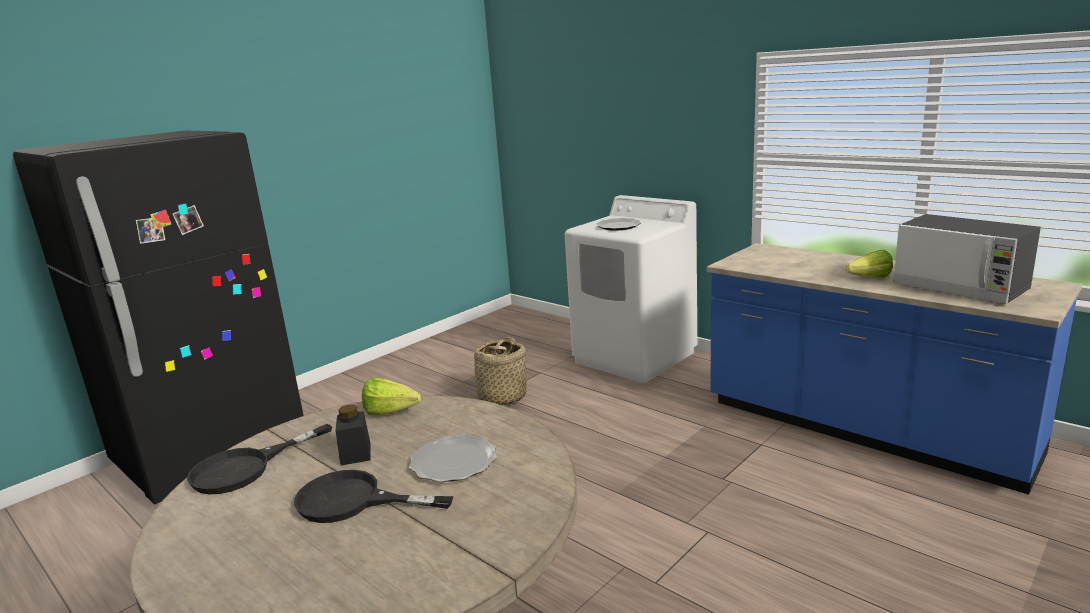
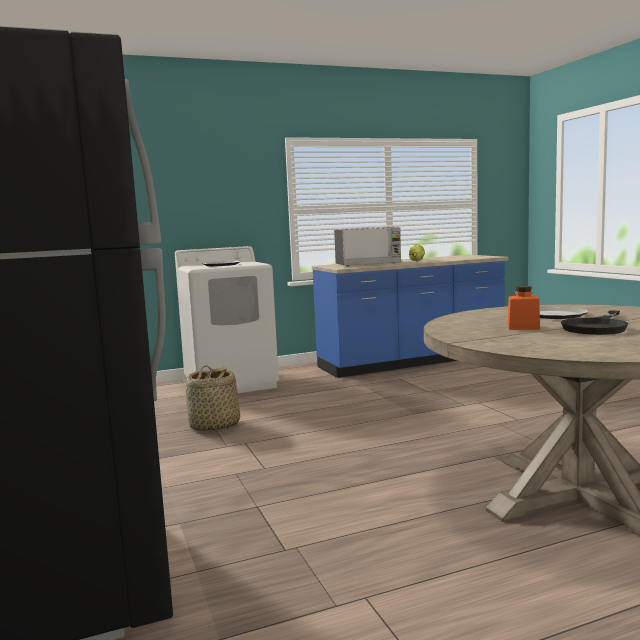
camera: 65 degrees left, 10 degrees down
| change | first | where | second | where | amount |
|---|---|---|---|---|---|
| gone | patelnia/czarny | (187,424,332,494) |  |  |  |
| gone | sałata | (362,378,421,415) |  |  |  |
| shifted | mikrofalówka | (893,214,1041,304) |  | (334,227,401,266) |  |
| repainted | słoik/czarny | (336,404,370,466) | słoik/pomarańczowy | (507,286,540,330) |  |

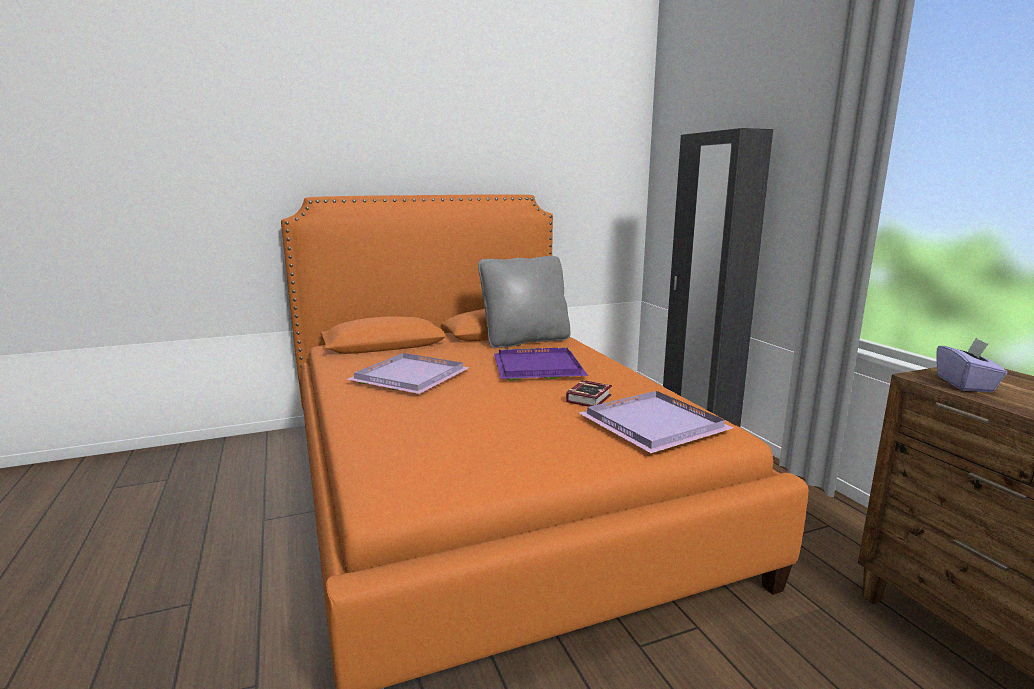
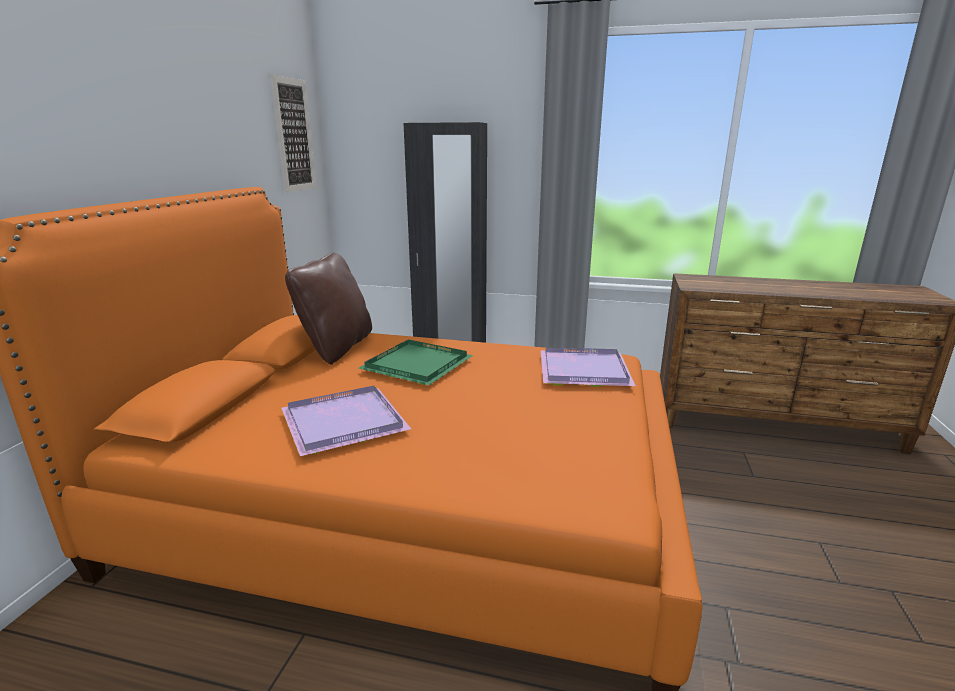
camera: 55 degrees left, 5 degrees up
| change | first | where | second | where | amount |
|---|---|---|---|---|---|
| gone | książka | (566,380,612,407) |  |  |  |
| gone | pudełko chusteczek/fioletowy | (936,338,1007,392) |  |  |  |
| new |  |  | obraz | (270,74,316,193) |  |
| repainted | poduszka/szary | (478,256,570,348) | poduszka/brązowy | (285,253,372,365) |  |
| repainted | taca/fioletowy | (494,347,588,381) | taca/zielony | (359,339,473,385) |  |

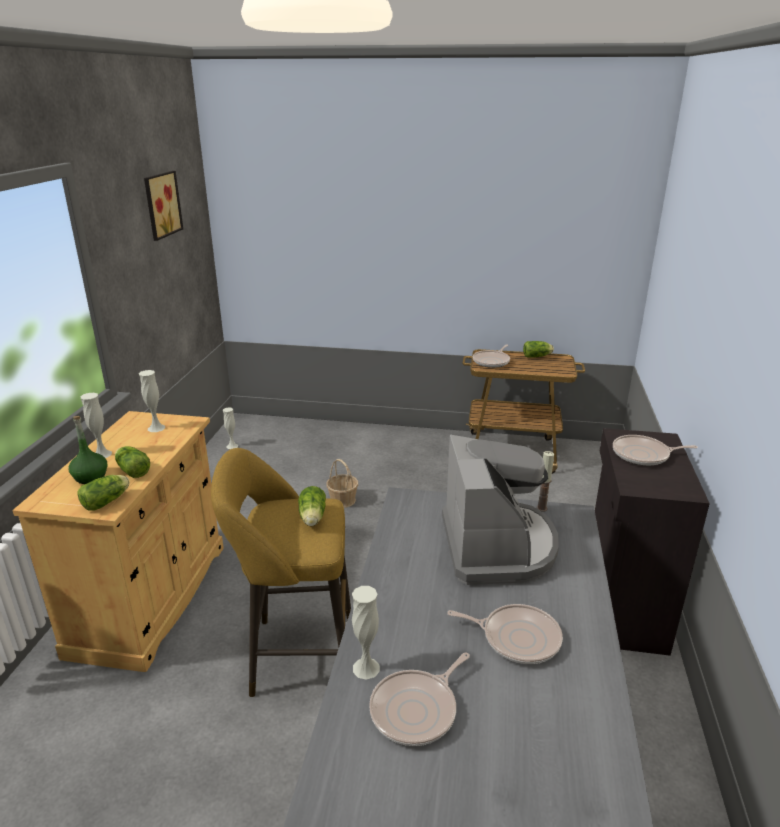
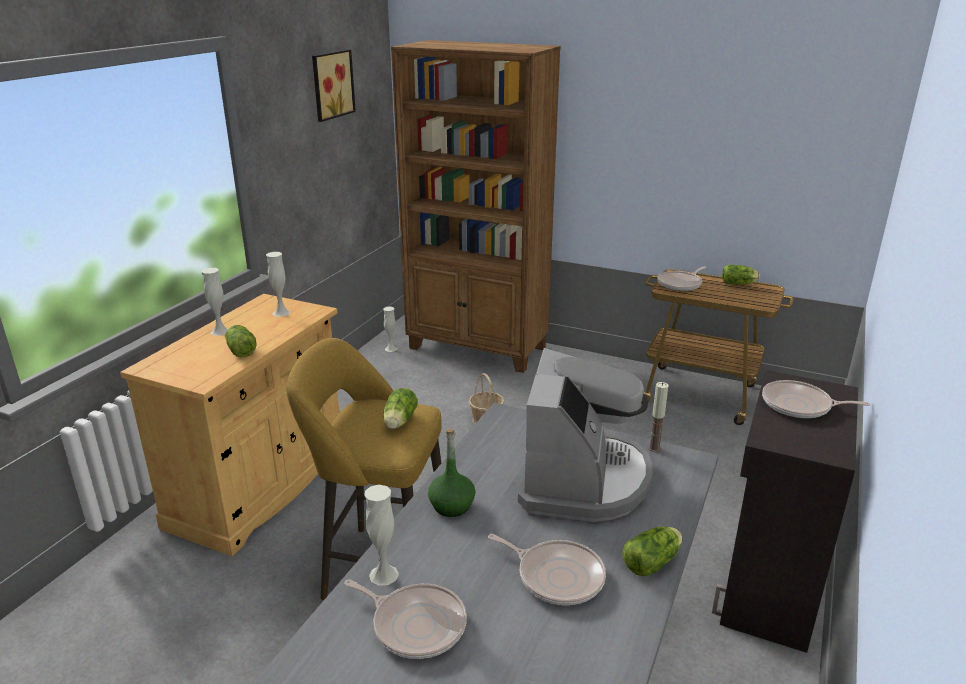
camera: 15 degrees right, 0 degrees up
| change | first | where | second | where | amount |
|---|---|---|---|---|---|
| new |  |  | regał/brązowy | (391,40,561,373) |  |
| shifted | butelka/zielony | (68,416,107,484) |  | (428,429,475,517) |  |
| shifted | sałata | (77,475,130,511) |  | (622,526,682,576) |  |
| rotated | patelnia | (369,652,470,746) |  | (344,580,467,659) | 120 degrees counterclockwise |

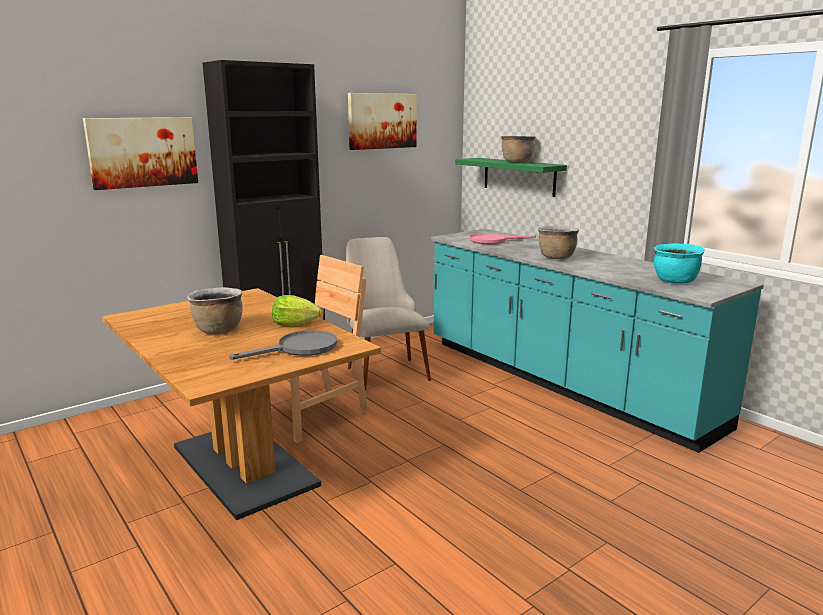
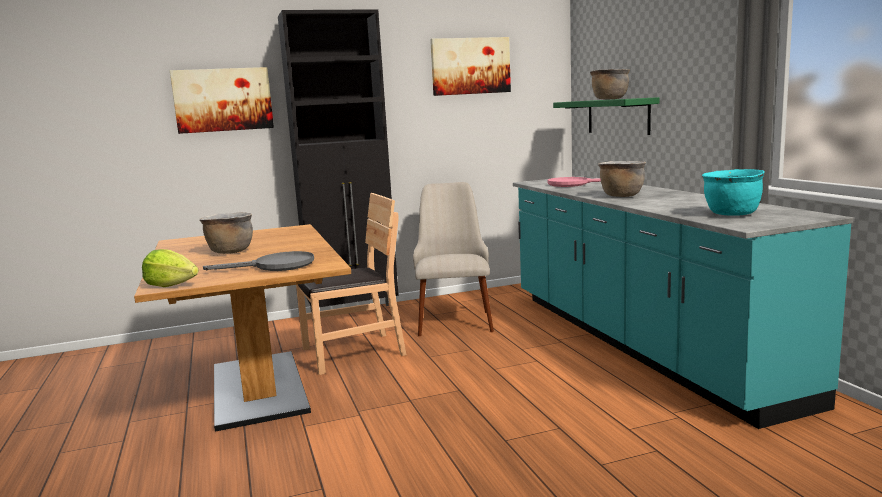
camera: 20 degrees right, 5 degrees down
| change | first | where | second | where | amount |
|---|---|---|---|---|---|
| shifted | sałata | (272,295,321,327) |  | (142,249,199,287) |  |

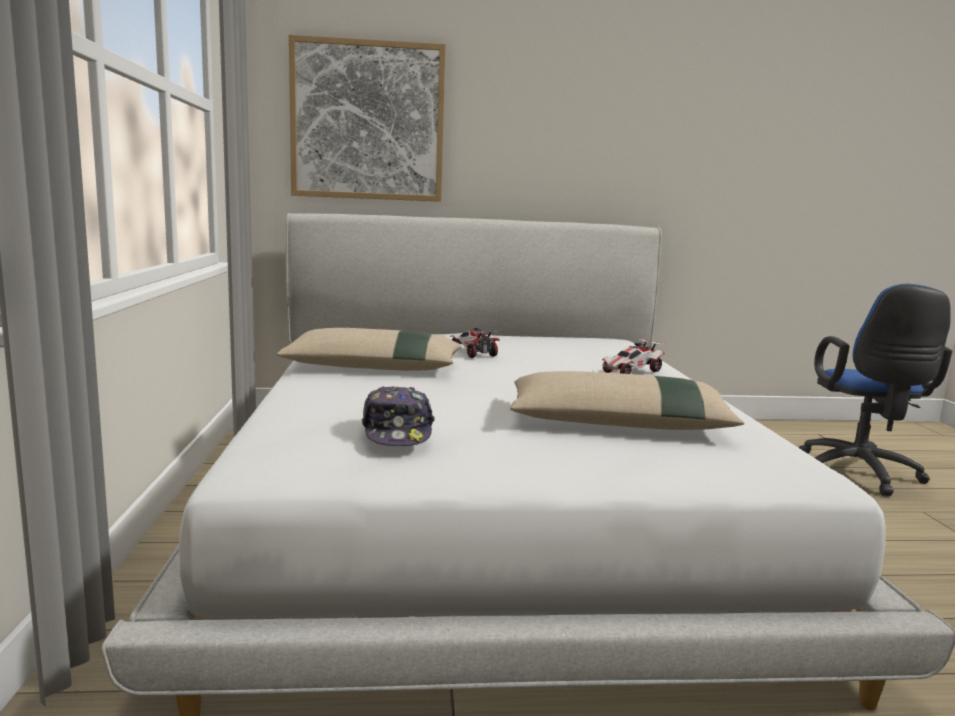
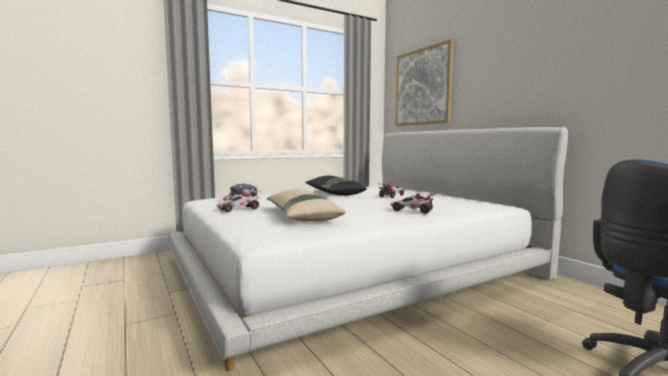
camera: 65 degrees right, 5 degrees down
| change | first | where | second | where | amount |
|---|---|---|---|---|---|
| new |  |  | samochodzik | (216,189,261,212) |  |
| repainted | poduszka/beżowy | (276,328,461,371) | poduszka/czarny | (305,176,367,195) |  |

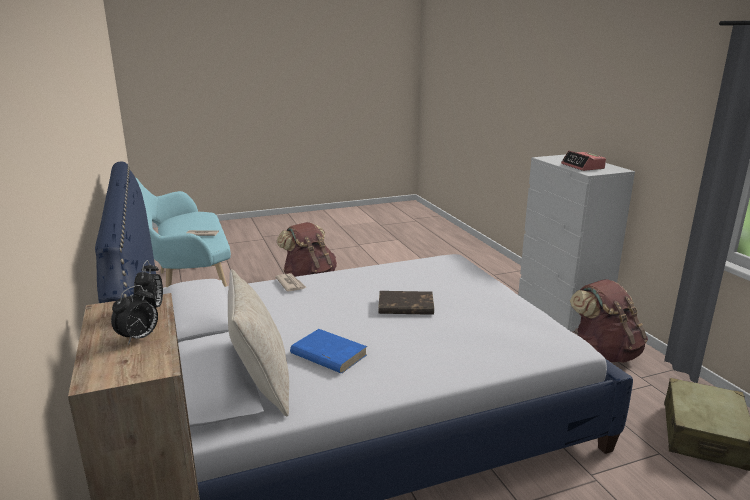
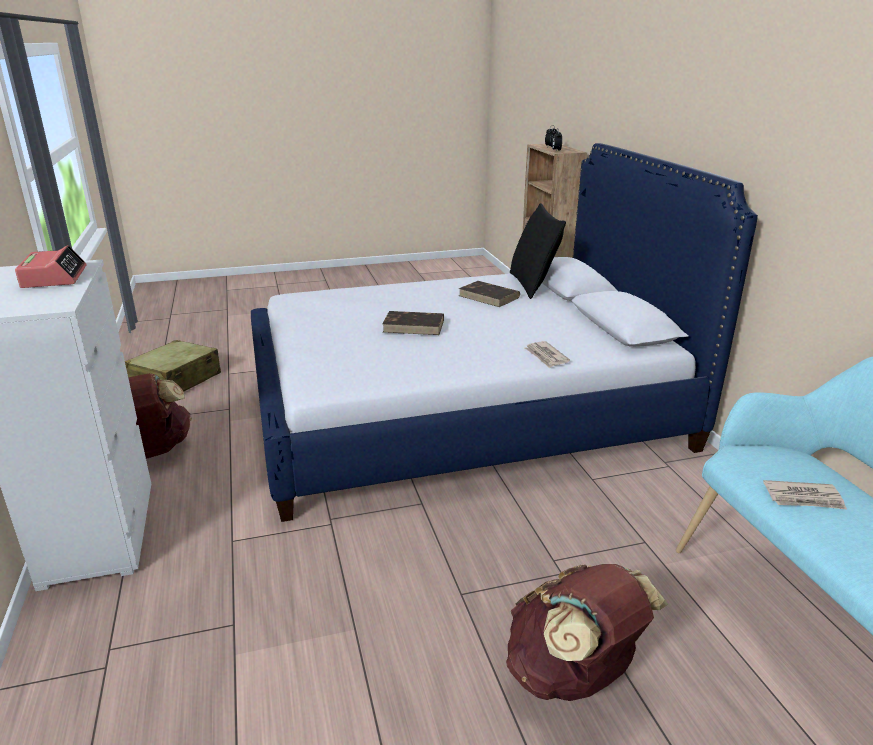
camera: 175 degrees left, 5 degrees up
| change | first | where | second | where | amount |
|---|---|---|---|---|---|
| repainted | poduszka/beżowy | (228,269,289,416) | poduszka/czarny | (510,203,566,299) |  |
| repainted | książka/niebieski | (290,329,367,373) | książka/brązowy | (459,281,520,307) |  |

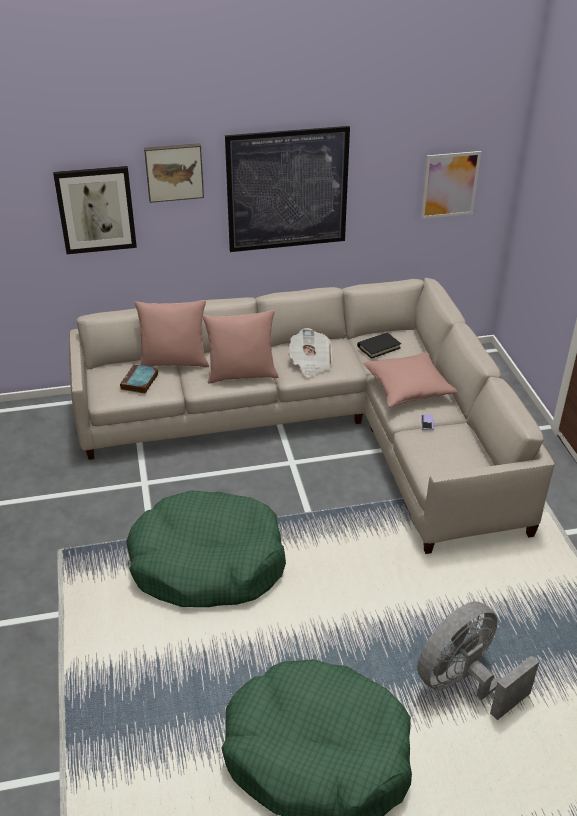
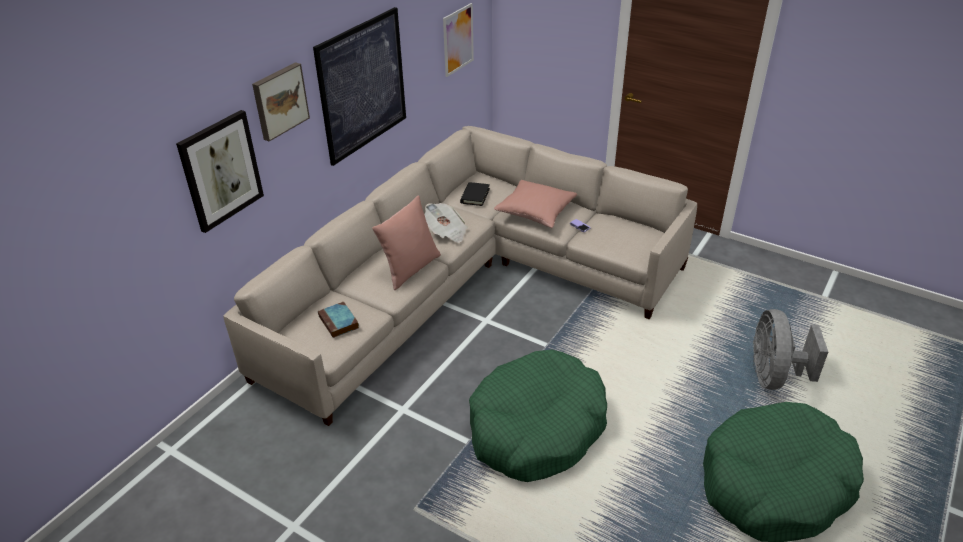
camera: 45 degrees left, 0 degrees up
| change | first | where | second | where | amount |
|---|---|---|---|---|---|
| gone | poduszka/różowy | (134,300,209,367) |  |  |  |

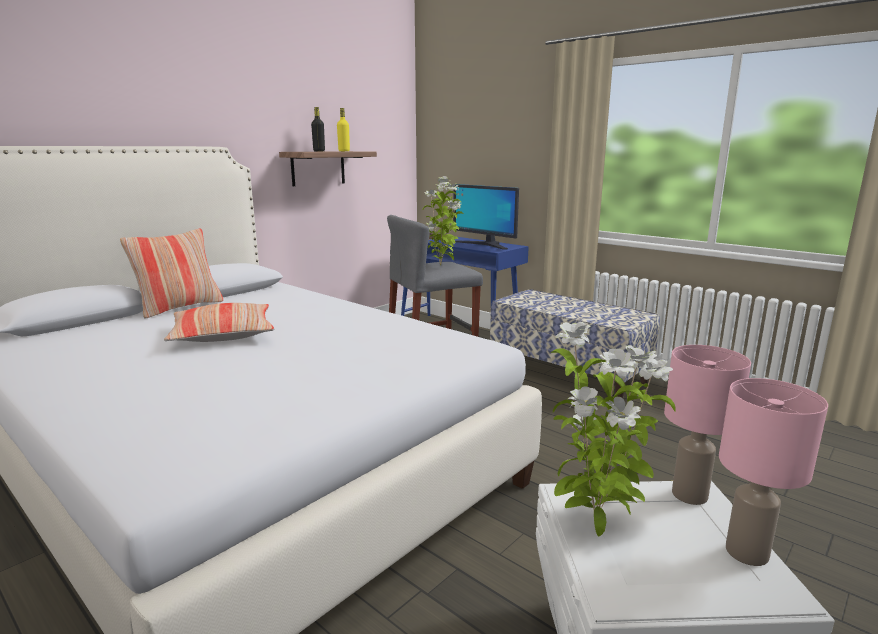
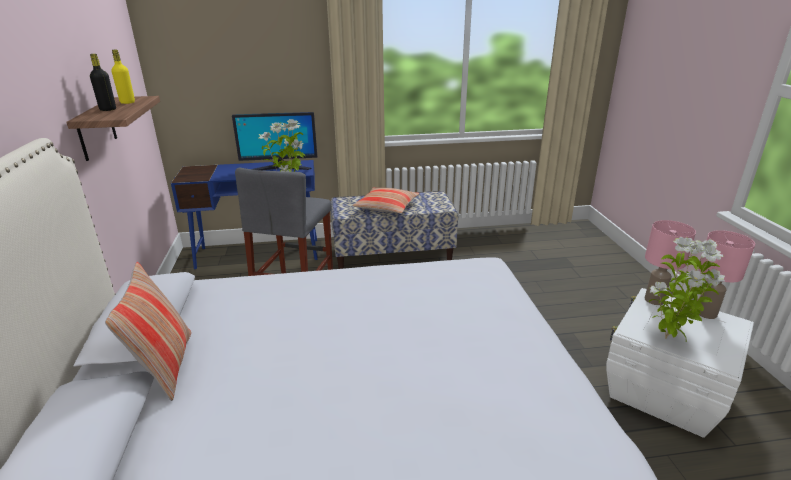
camera: 50 degrees left, 10 degrees up
| change | first | where | second | where | amount |
|---|---|---|---|---|---|
| shifted | poduszka | (164,303,274,342) |  | (352,187,419,214) |  |

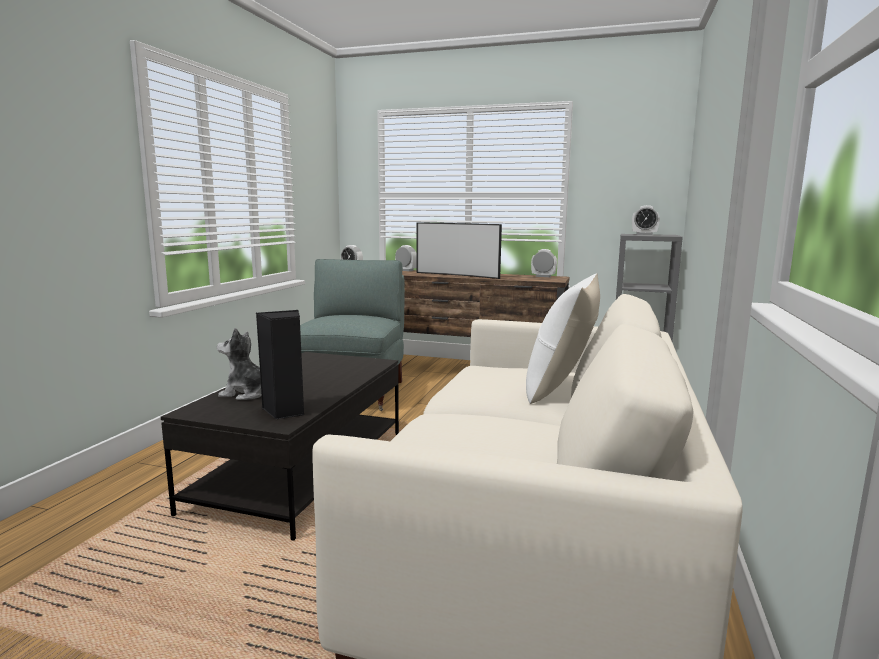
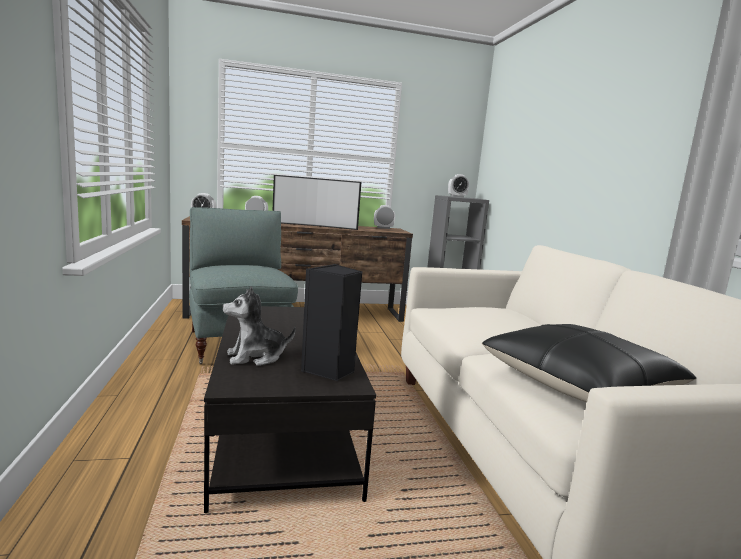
camera: 30 degrees left, 0 degrees up
| change | first | where | second | where | amount |
|---|---|---|---|---|---|
| gone | poduszka/biały | (526,273,600,404) |  |  |  |
| new |  |  | poduszka/czarny | (482,324,696,403) |  |

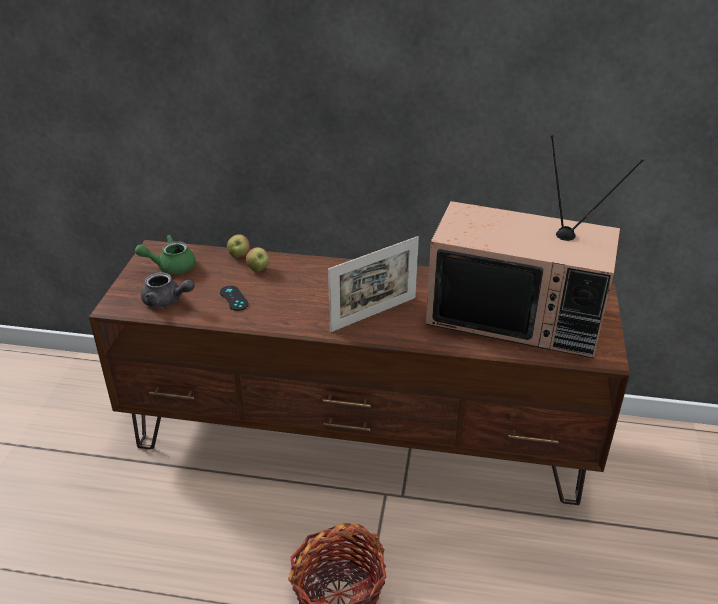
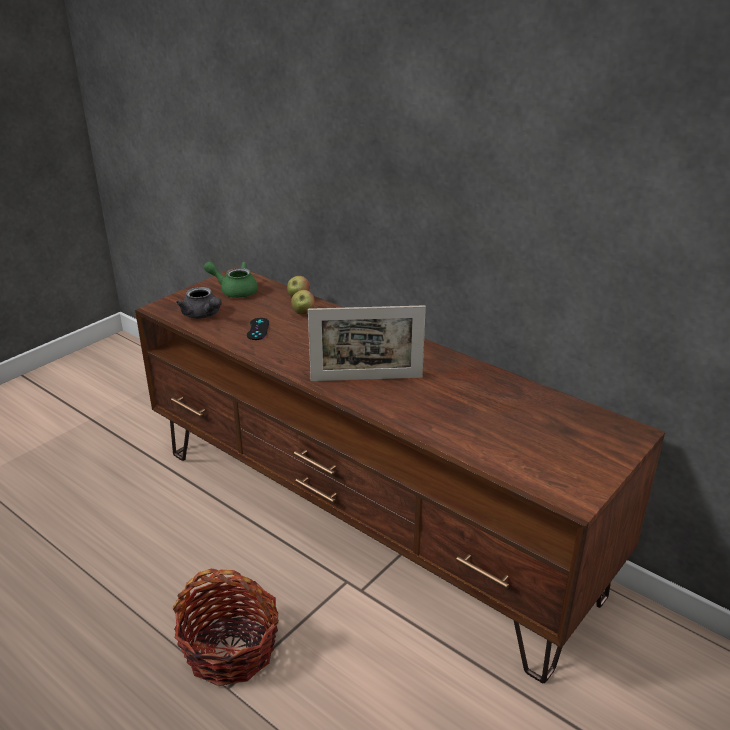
camera: 30 degrees right, 5 degrees down
| change | first | where | second | where | amount |
|---|---|---|---|---|---|
| gone | telewizor | (426,135,644,359) |  |  |  |

